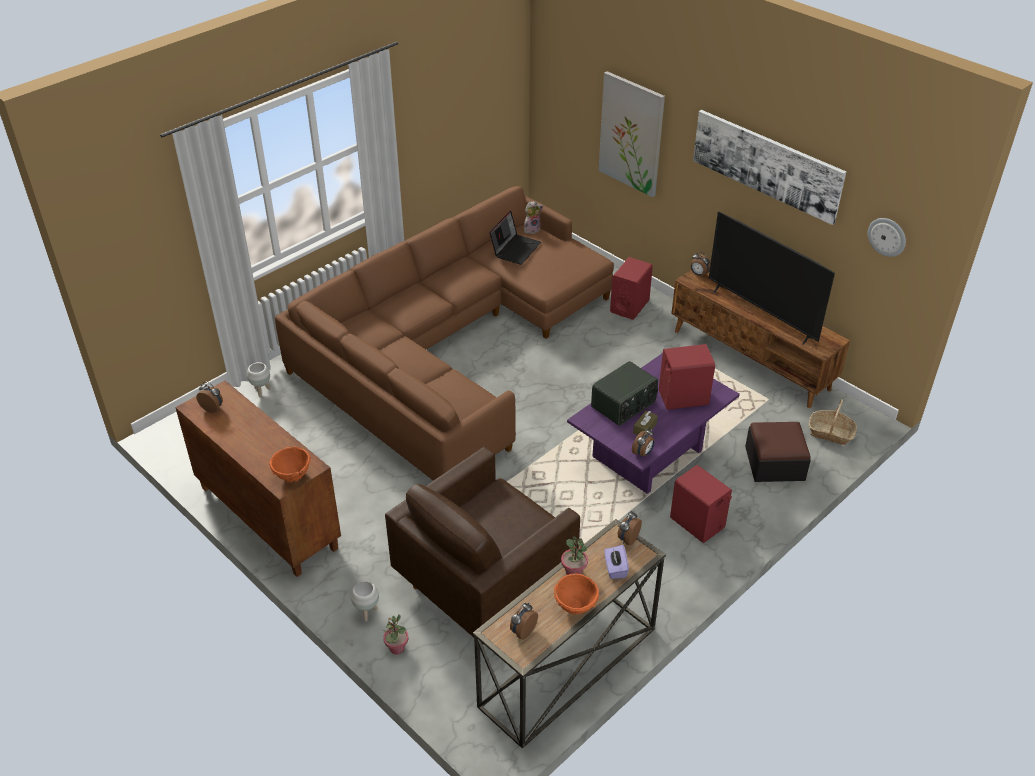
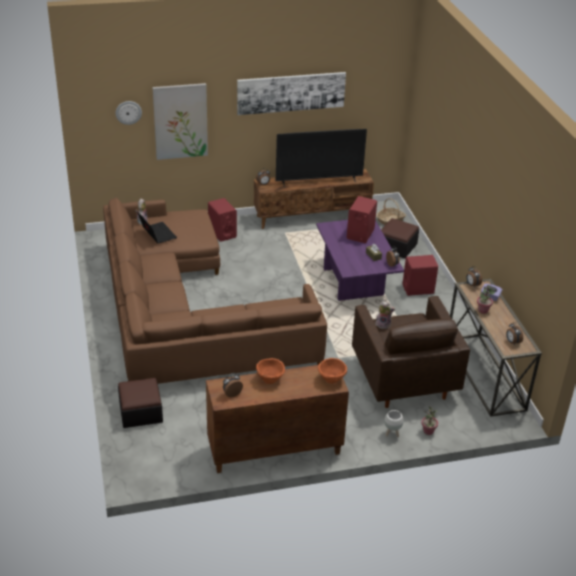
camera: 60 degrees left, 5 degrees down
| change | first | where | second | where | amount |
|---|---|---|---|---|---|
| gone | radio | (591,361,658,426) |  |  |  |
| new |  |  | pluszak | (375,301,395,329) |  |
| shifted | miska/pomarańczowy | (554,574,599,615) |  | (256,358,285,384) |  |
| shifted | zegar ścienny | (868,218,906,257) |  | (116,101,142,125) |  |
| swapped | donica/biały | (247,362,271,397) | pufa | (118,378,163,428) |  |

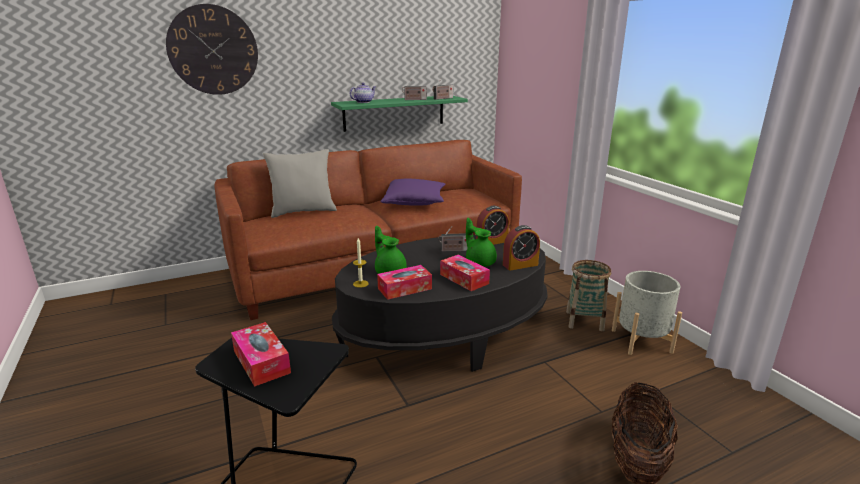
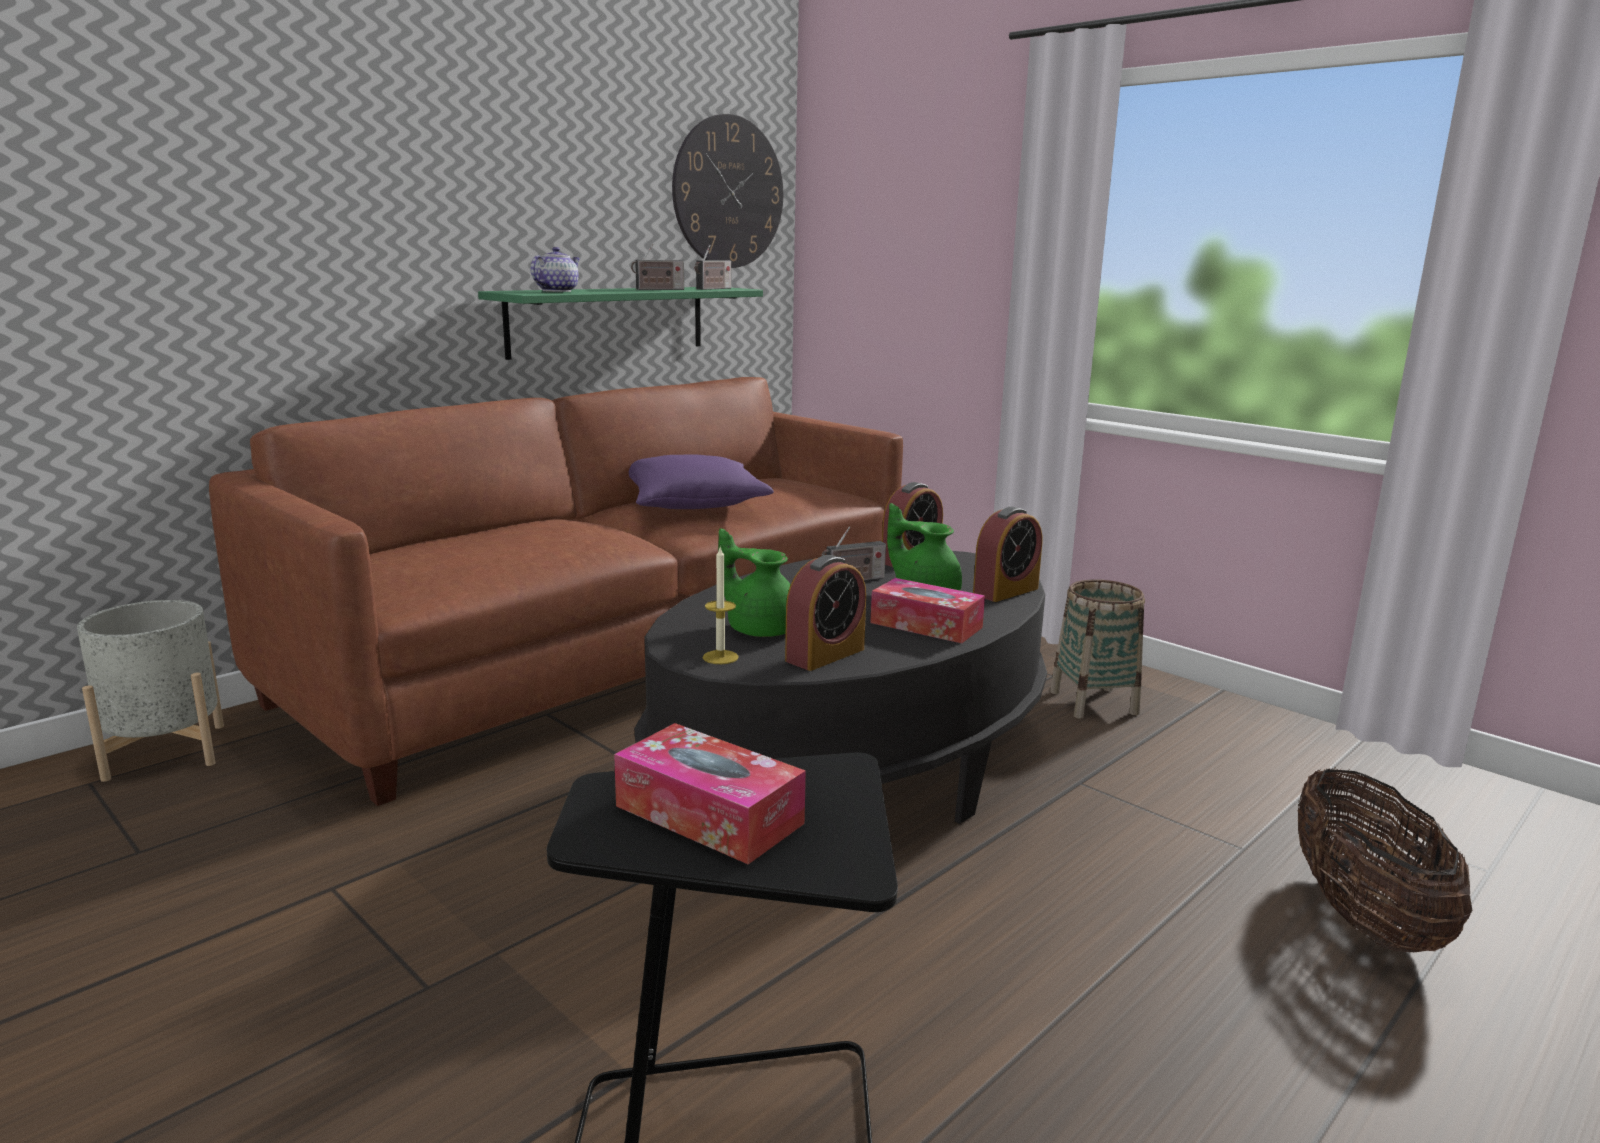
camera: 20 degrees left, 5 degrees down
| change | first | where | second | where | amount |
|---|---|---|---|---|---|
| gone | poduszka/szary | (263,149,337,218) |  |  |  |
| shifted | zegar ścienny | (166,4,258,95) |  | (672,114,783,268) |  |
| shifted | donica/szary | (612,271,682,355) |  | (77,600,224,782) |  |
| swapped | pudełko chusteczek | (377,265,432,300) | budzik | (785,555,866,671) |  |

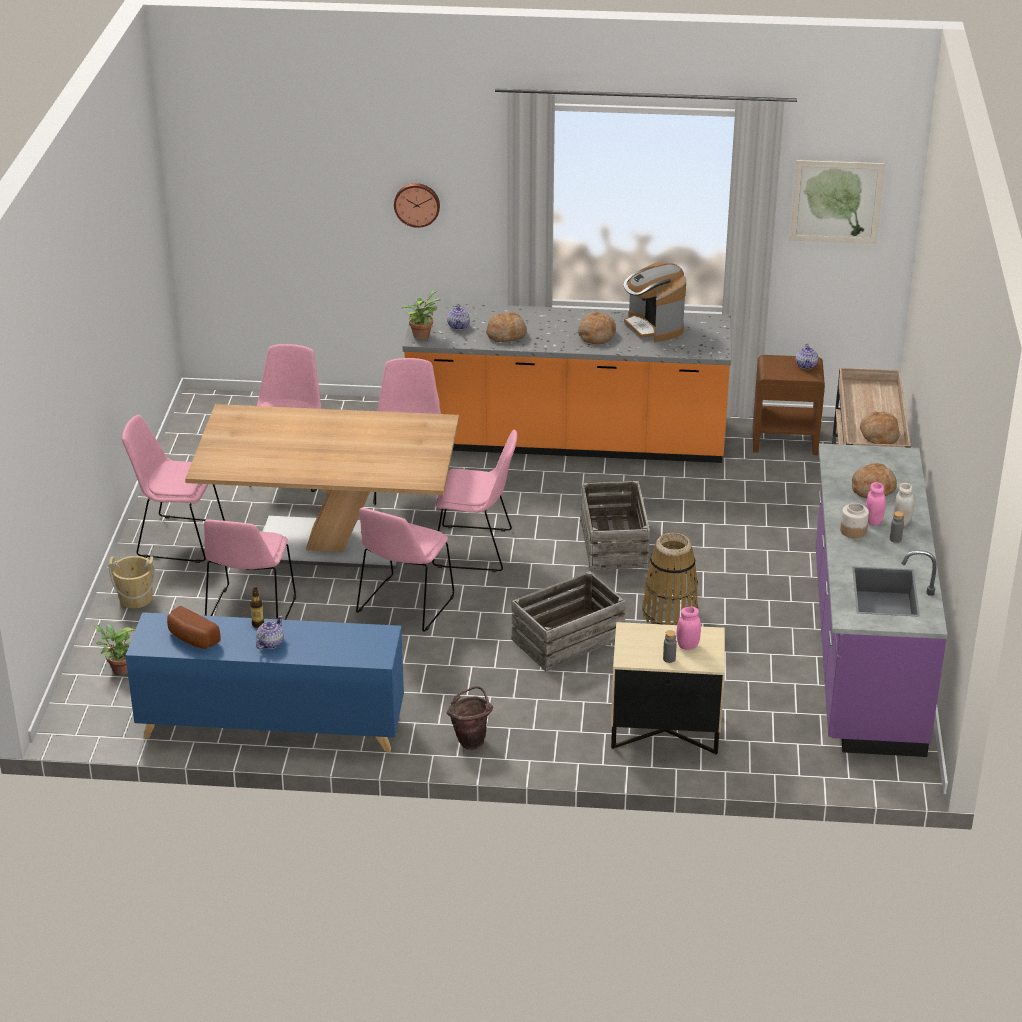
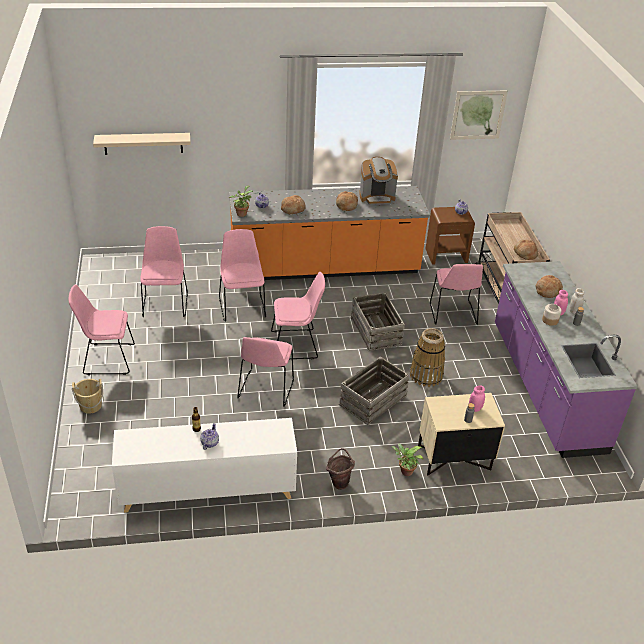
camera: 15 degrees left, 5 degrees up
| change | first | where | second | where | amount |
|---|---|---|---|---|---|
| gone | chleb | (167,606,221,649) |  |  |  |
| gone | stół jadalny/brązowy | (185,404,459,569) |  |  |  |
| gone | zegar ścienny | (394,183,440,228) |  |  |  |
| new |  |  | półka/beżowy | (93,133,191,155) |  |
| shifted | roślina doniczkowa | (95,624,135,675) |  | (391,444,423,476) |  |
| shifted | krzesło/różowy | (204,519,296,620) |  | (430,264,483,325) |  |
| repainted | szafka/niebieski | (125,612,404,752) | szafka/biały | (112,418,297,513) |  |
| rotated | ekspres do kawy | (624,262,686,342) |  | (359,157,398,205) | 60 degrees counterclockwise |

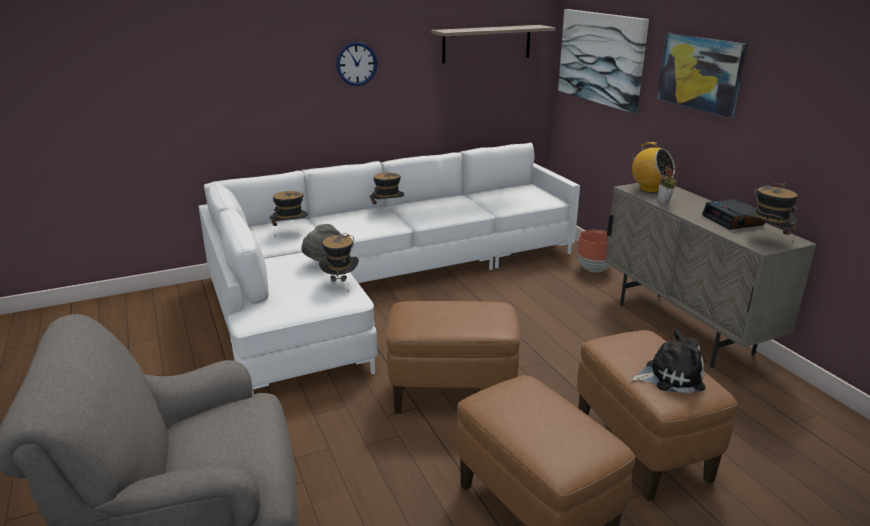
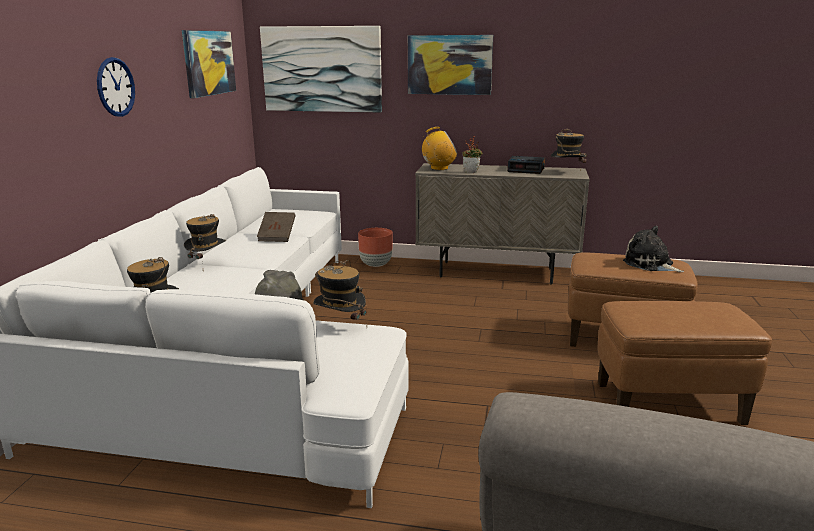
camera: 55 degrees left, 5 degrees down
| change | first | where | second | where | amount |
|---|---|---|---|---|---|
| gone | pufa/brązowy | (387,301,520,413) |  |  |  |
| new |  |  | książka/brązowy | (257,212,296,242) |  |
| swapped | półka | (431,25,556,63) | obraz | (182,30,236,98) |  |
| rotated | pluszak | (630,329,706,394) |  | (623,226,684,272) | 75 degrees counterclockwise |

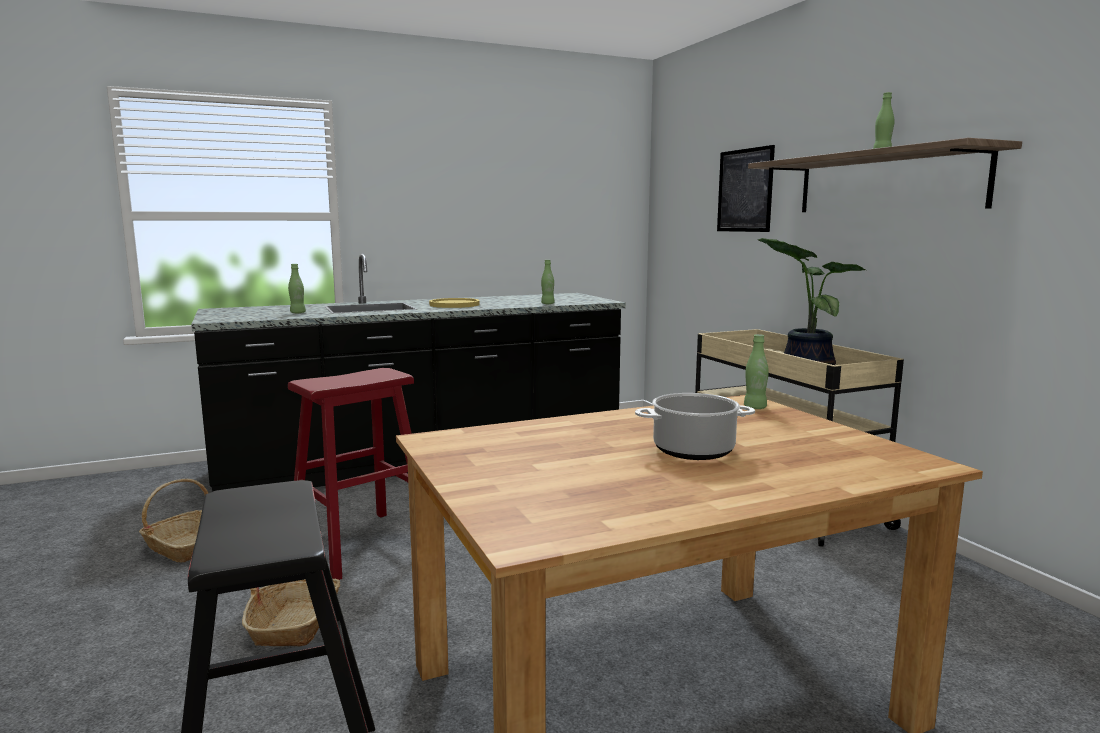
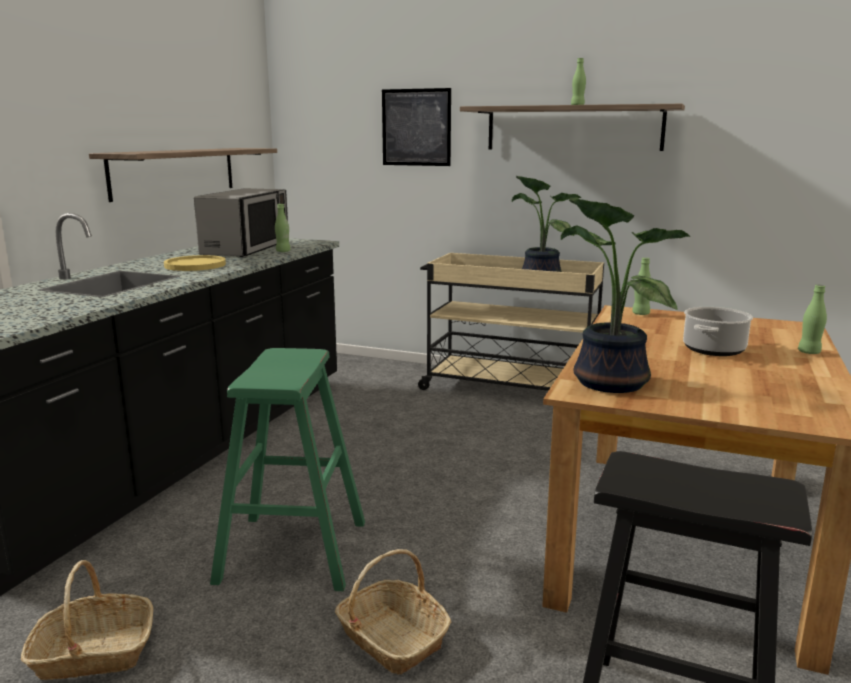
camera: 45 degrees left, 5 degrees up
| change | first | where | second | where | amount |
|---|---|---|---|---|---|
| new |  |  | półka | (89,148,277,202) |  |
| new |  |  | mikrofalówka | (194,189,288,257) |  |
| new |  |  | roślina doniczkowa | (561,197,690,393) |  |
| shifted | butelka/zielony | (288,264,306,313) |  | (798,285,827,354) |  |
| repainted | stołek/czerwony | (288,368,414,580) | stołek/zielony | (210,348,365,591) |  |

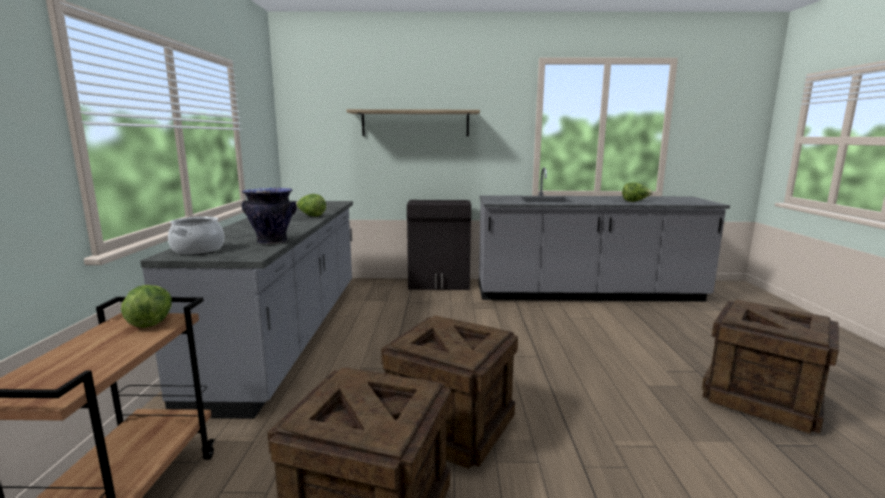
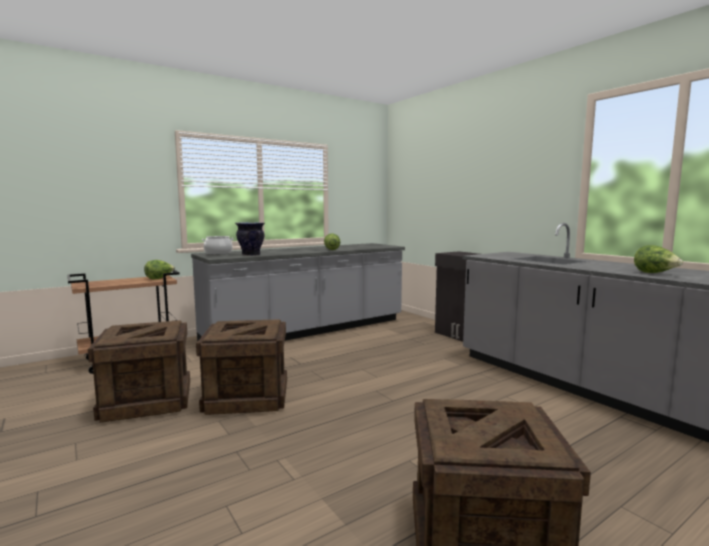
camera: 55 degrees right, 5 degrees down
| change | first | where | second | where | amount |
|---|---|---|---|---|---|
| gone | półka | (347,109,480,137) |  |  |  |

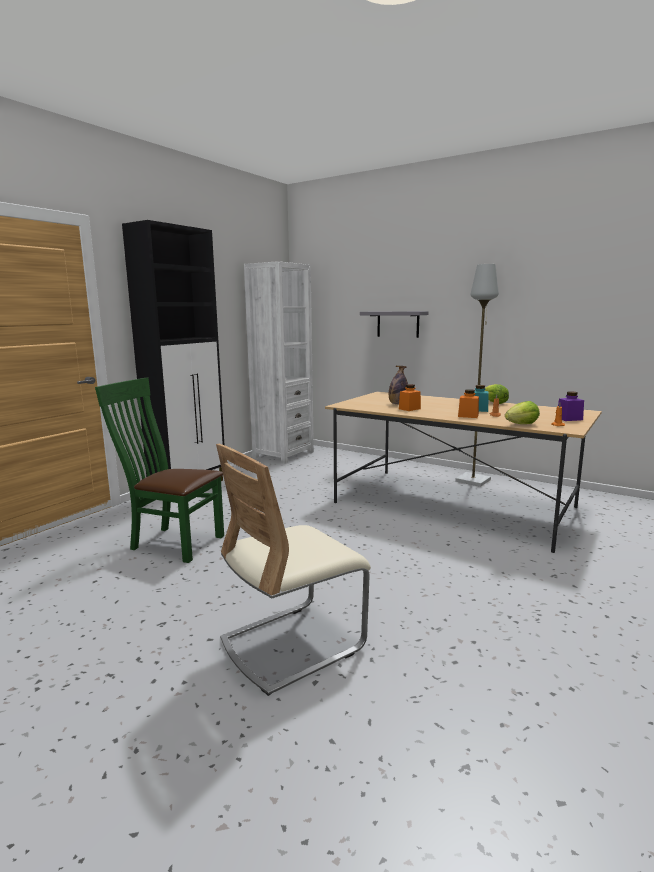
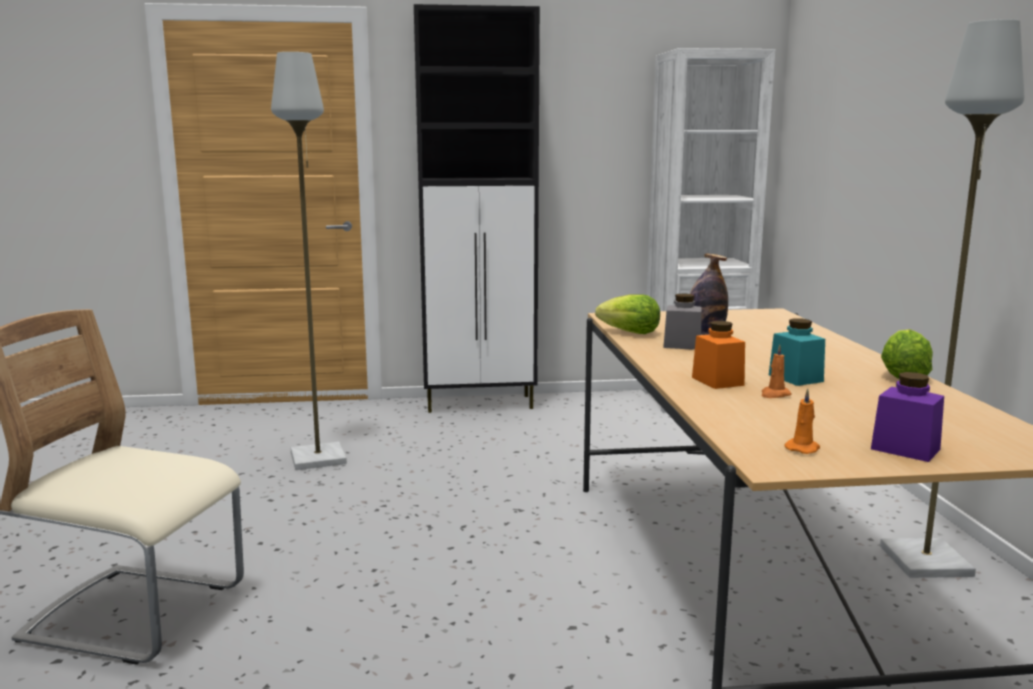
camera: 50 degrees right, 0 degrees up
| change | first | where | second | where | amount |
|---|---|---|---|---|---|
| gone | półka/szary | (360,311,429,338) |  |  |  |
| shifted | sałata | (505,401,540,424) |  | (595,294,660,334) |  |
| swapped | krzesło/zielony | (95,378,224,563) | lampa stojąca/szary | (271,52,347,470) |  |
| repainted | słoik/pomarańczowy | (399,384,421,411) | słoik/szary | (663,294,702,350) |  |

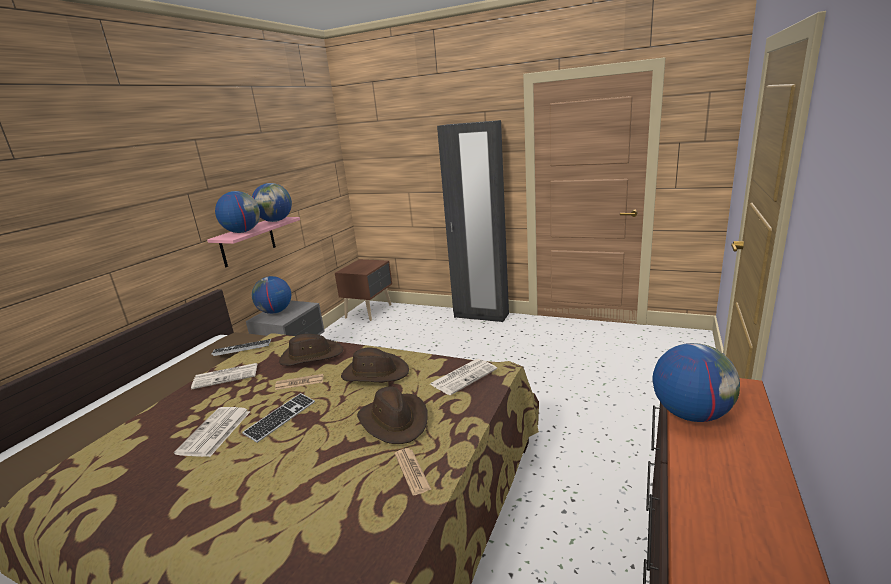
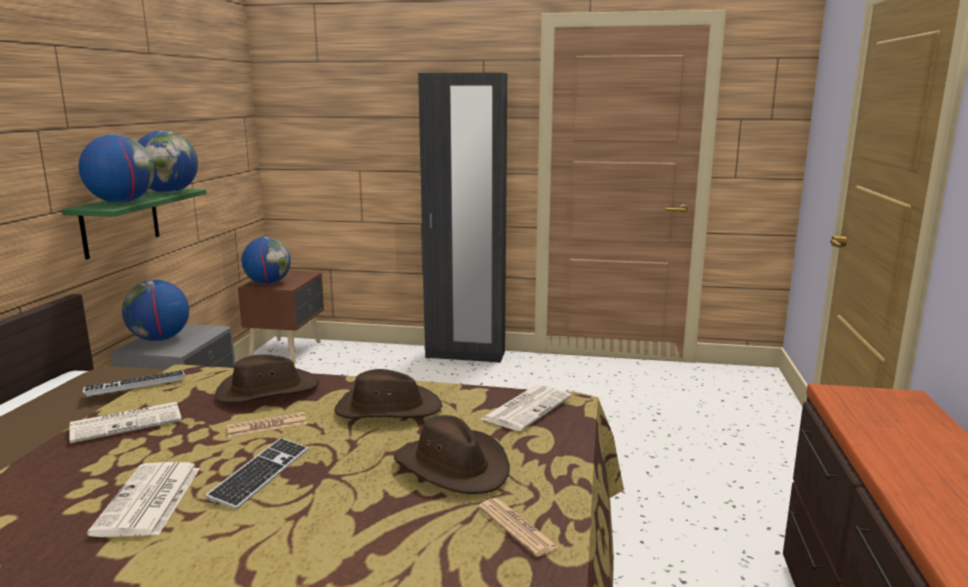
camera: 15 degrees left, 5 degrees down
| change | first | where | second | where | amount |
|---|---|---|---|---|---|
| shifted | globus | (653,343,740,422) |  | (242,237,291,284) |  |
| repainted | półka/różowy | (207,217,300,267) | półka/zielony | (62,189,207,260) |  |

